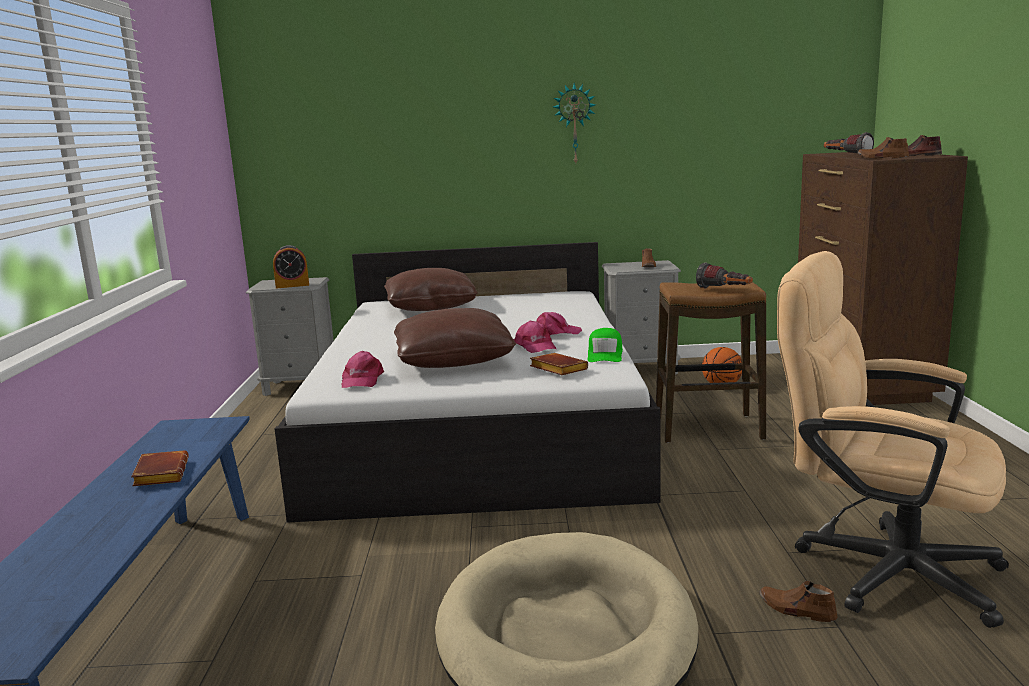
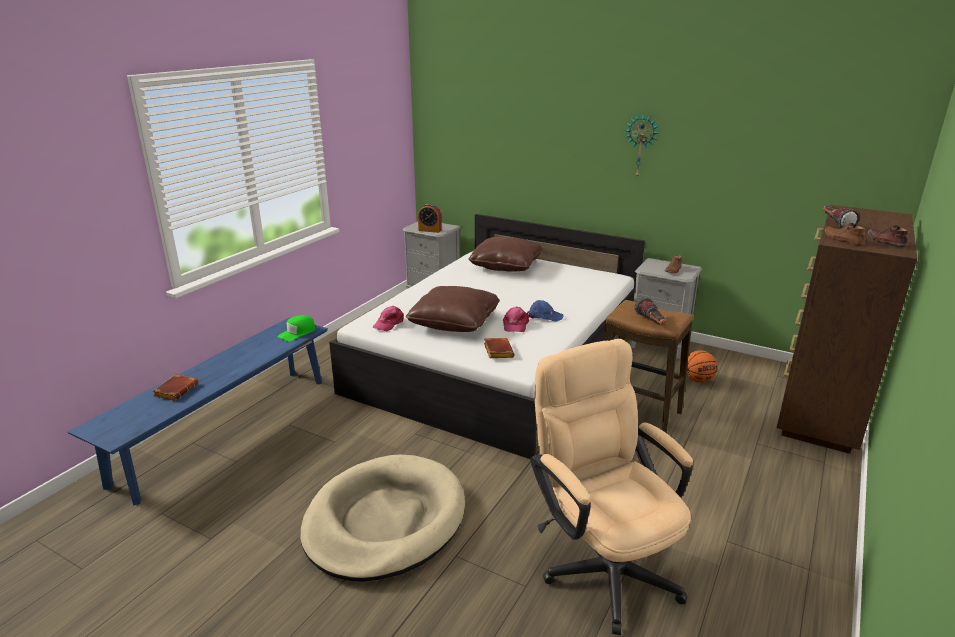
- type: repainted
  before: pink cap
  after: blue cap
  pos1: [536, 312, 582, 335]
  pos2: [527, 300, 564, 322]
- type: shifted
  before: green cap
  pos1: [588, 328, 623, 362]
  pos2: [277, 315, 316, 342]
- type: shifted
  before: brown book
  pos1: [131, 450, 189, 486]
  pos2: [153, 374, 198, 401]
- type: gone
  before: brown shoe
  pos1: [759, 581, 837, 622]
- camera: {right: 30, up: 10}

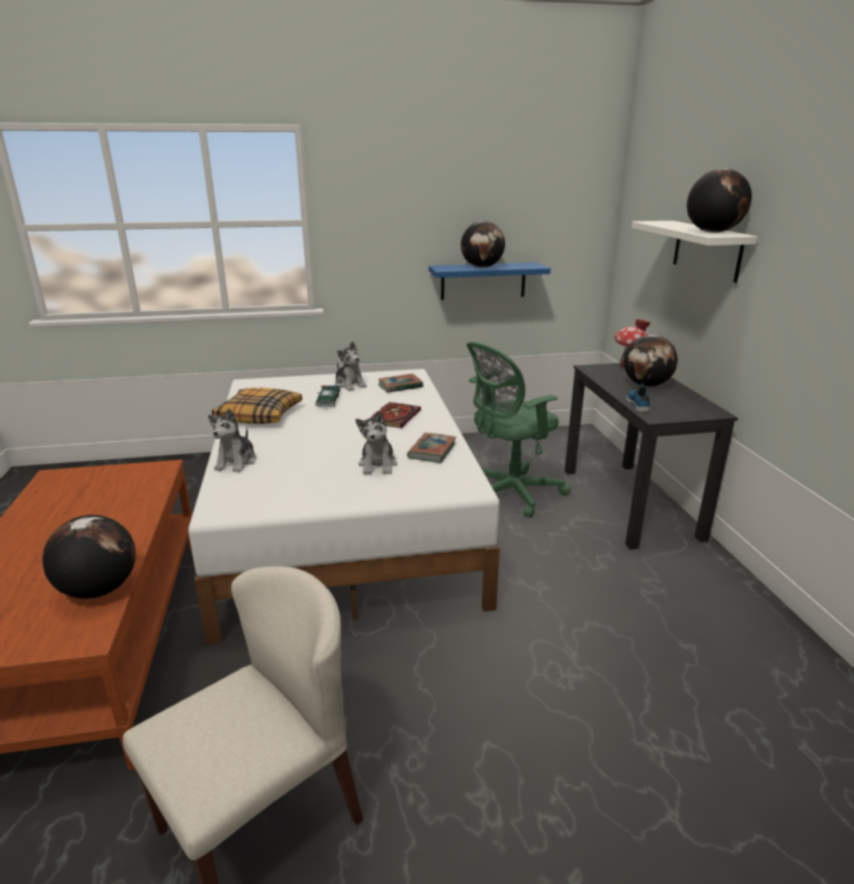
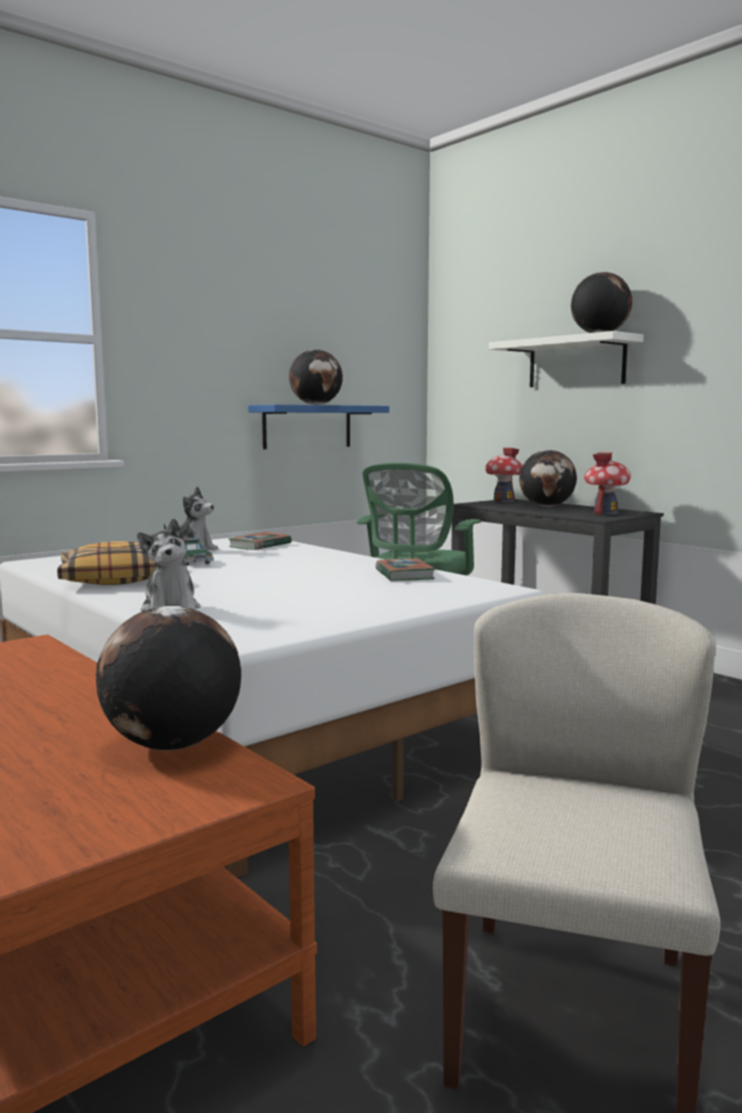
- type: gone
  before: shoe
  pos1: [626, 383, 650, 412]
- type: gone
  before: book
  pos1: [371, 402, 421, 428]
- type: gone
  before: plush toy
  pos1: [356, 411, 397, 475]
- type: new
  after: toy house
  pos2: [584, 452, 631, 515]
- camera: {right: -30, up: -15}

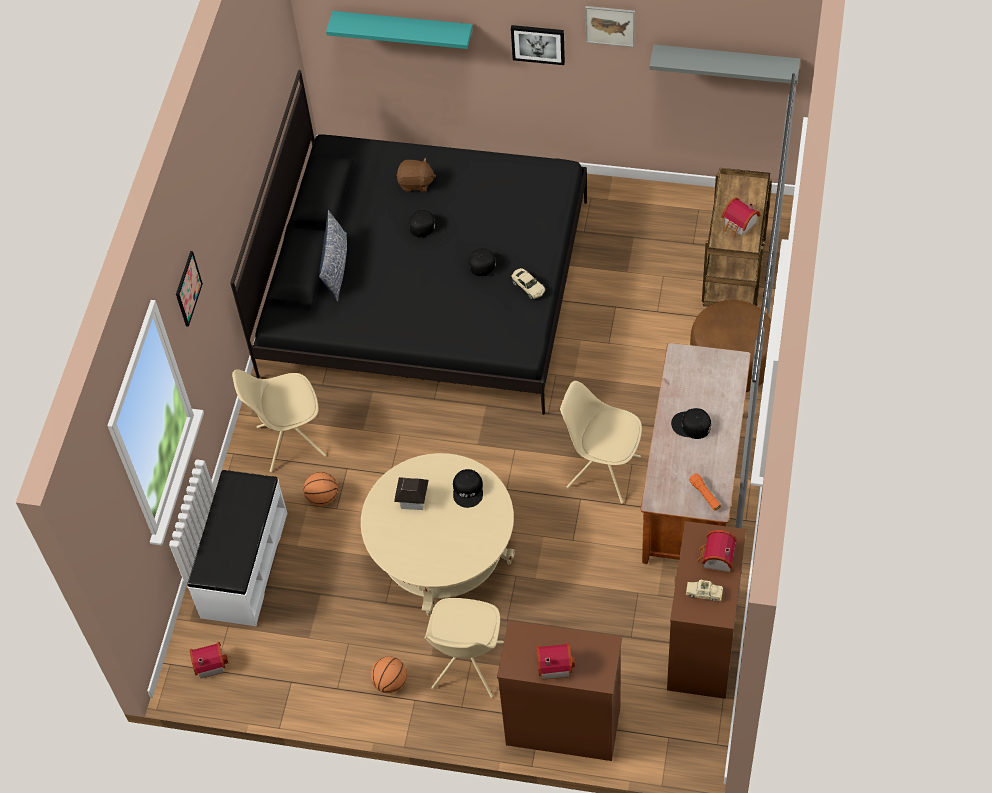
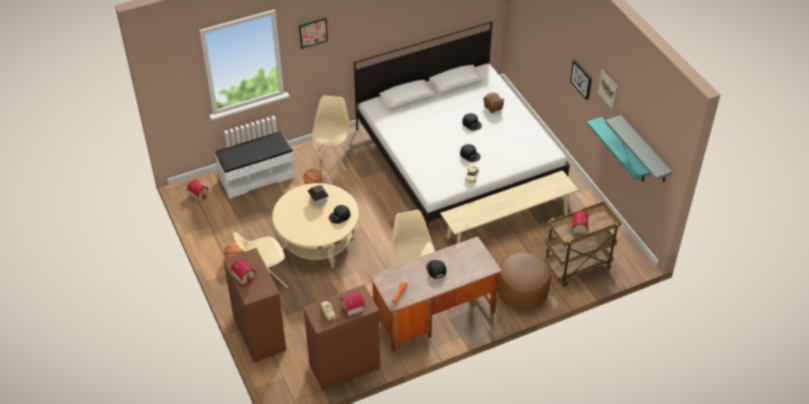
- type: shifted
  before: turquoise shelf
  pos1: [326, 11, 473, 49]
  pos2: [587, 117, 650, 182]
- type: repainted
  before: black bed
  after: white bed
  pos1: [230, 70, 587, 415]
  pos2: [354, 21, 570, 228]
- type: gone
  before: pillow
  pos1: [319, 210, 347, 302]
- type: rotated
  before: beige chair
  pos1: [232, 369, 326, 472]
  pos2: [312, 96, 350, 170]
  turn: 60
- type: new
  after: beige bench
  pos2: [440, 170, 578, 243]
- camera: {right: 50, up: -10}

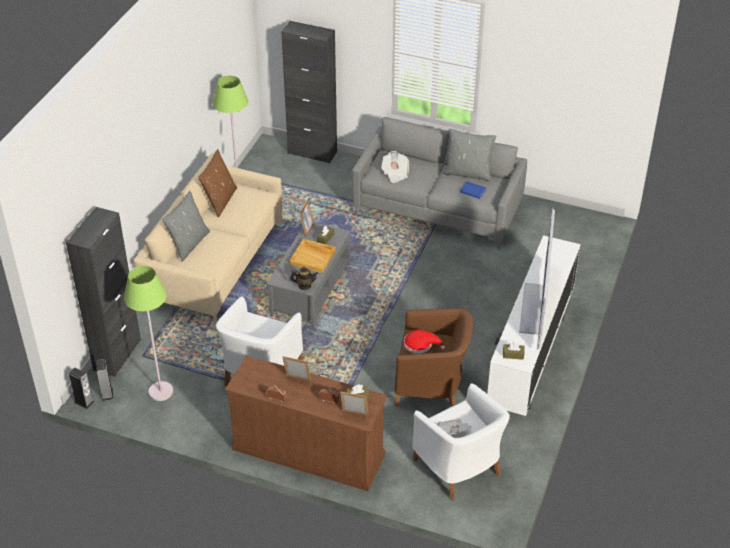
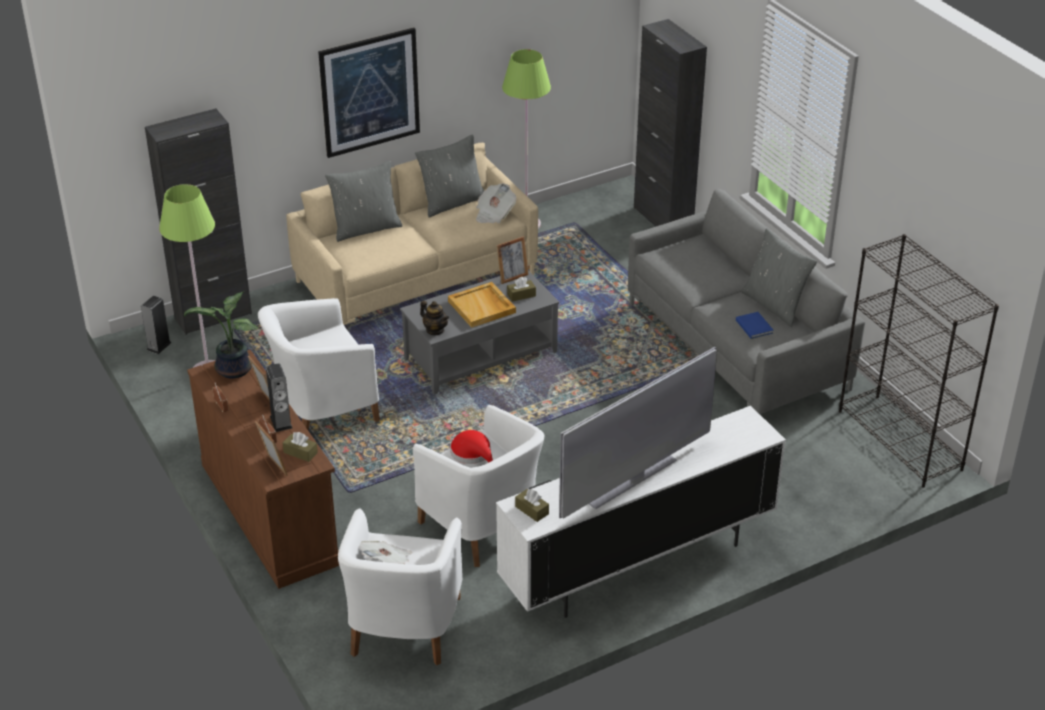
- type: repainted
  before: brown pillow
  after: grey pillow
  pos1: [198, 149, 237, 217]
  pos2: [415, 134, 484, 217]
- type: shifted
  before: newspaper
  pos1: [381, 151, 409, 183]
  pos2: [476, 183, 516, 223]
- type: repainted
  before: brown armchair
  after: white armchair
  pos1: [394, 308, 473, 407]
  pos2: [413, 405, 544, 567]
- type: shifted
  before: speaker
  pos1: [69, 368, 94, 409]
  pos2: [266, 364, 292, 432]
- type: new
  after: picture
  pos2: [318, 27, 420, 158]
- type: new
  after: black bookcase
  pos2: [839, 234, 999, 488]
- type: new
  after: potted plant
  pos2: [184, 291, 258, 379]
- camera: {right: 40, up: -5}

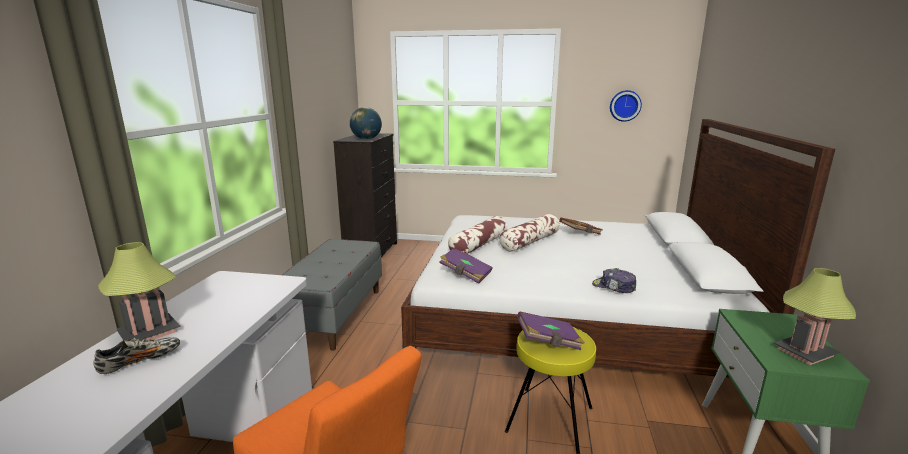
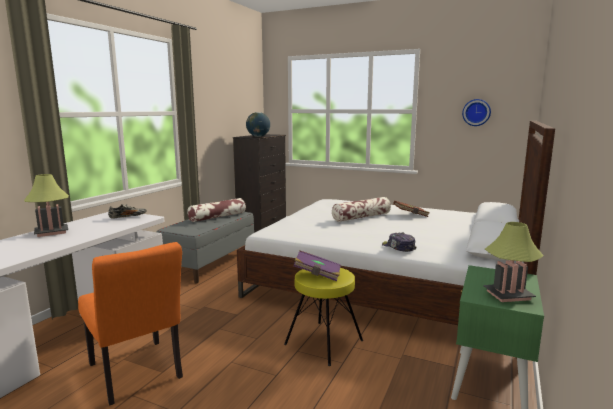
- type: shifted
  before: pillow
  pos1: [448, 216, 507, 254]
  pos2: [187, 198, 246, 222]
- type: gone
  before: purple book
  pos1: [439, 248, 493, 284]
- type: shifted
  before: shoe
  pos1: [93, 337, 180, 374]
  pos2: [108, 204, 147, 219]
- camera: {right: 15, up: -5}

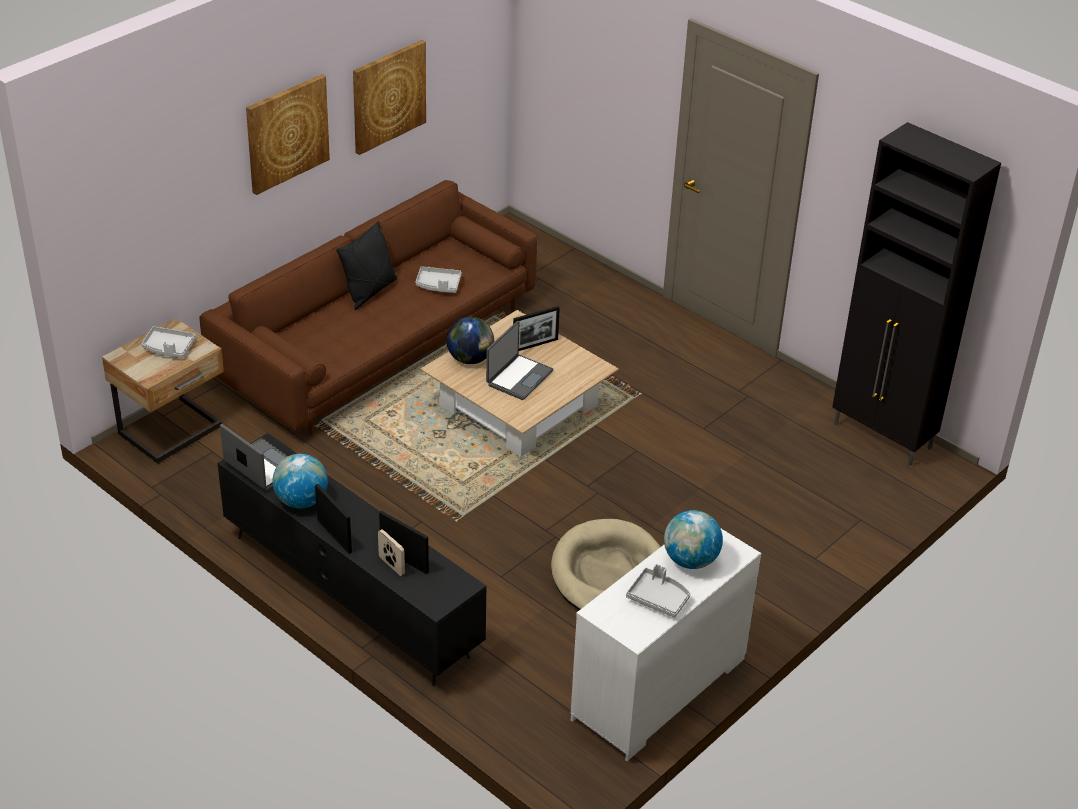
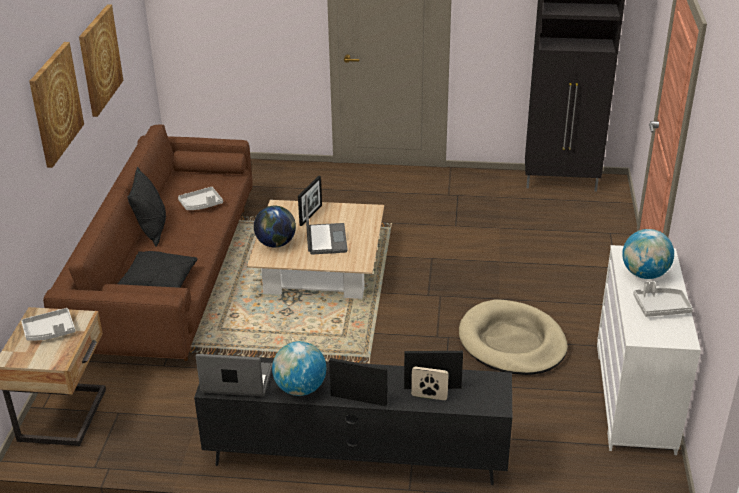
- type: new
  after: black pillow
  pos2: [117, 251, 197, 288]
- camera: {right: -35, up: -5}

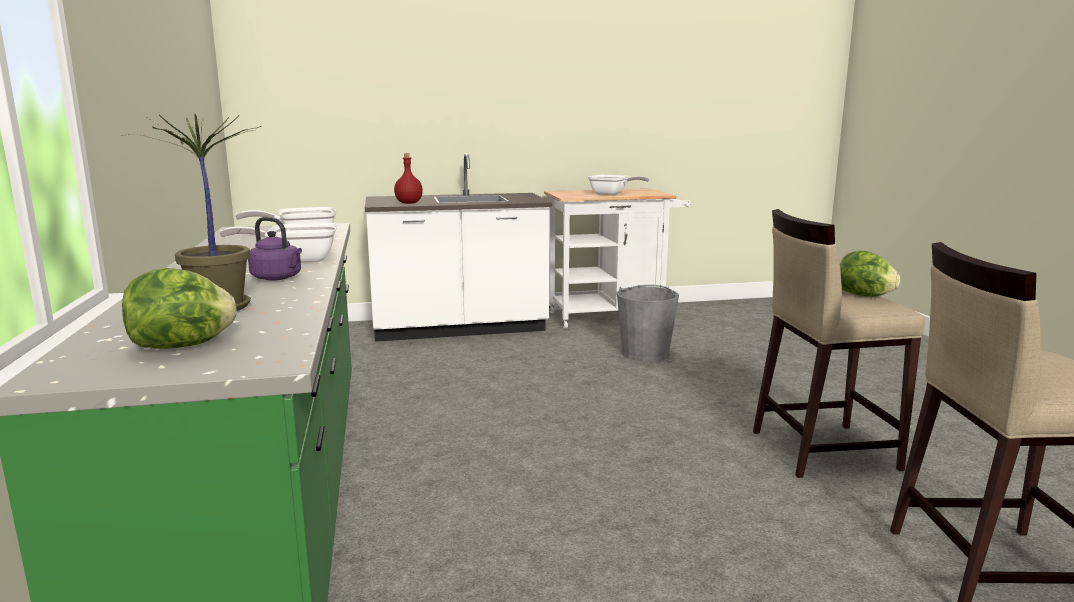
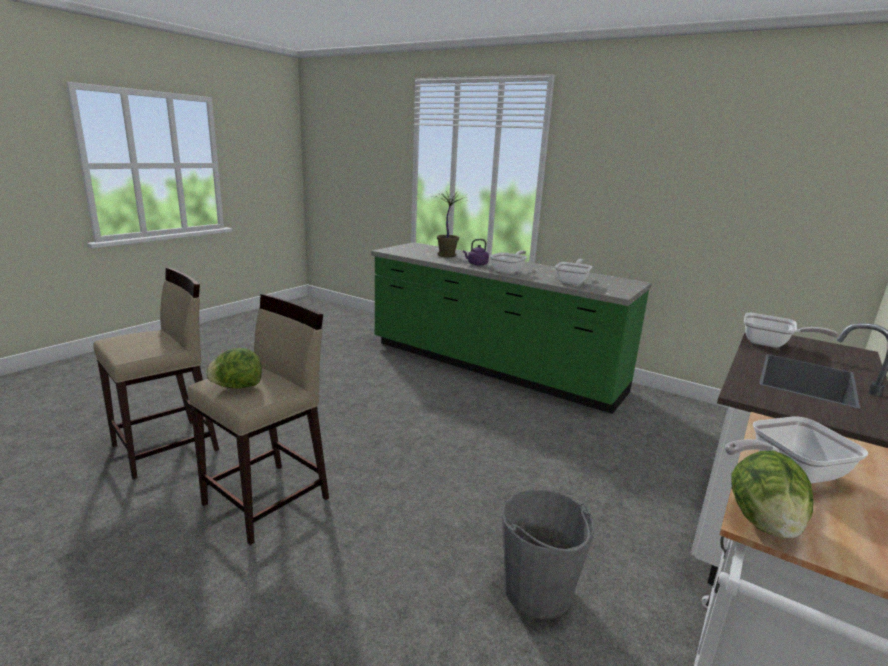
- type: swapped
  before: red bottle
  after: frying pan
  pos1: [394, 153, 423, 204]
  pos2: [744, 313, 838, 348]
- type: shifted
  before: lettuce
  pos1: [122, 268, 237, 349]
  pos2: [731, 450, 813, 539]
- camera: {right: 135, up: 5}

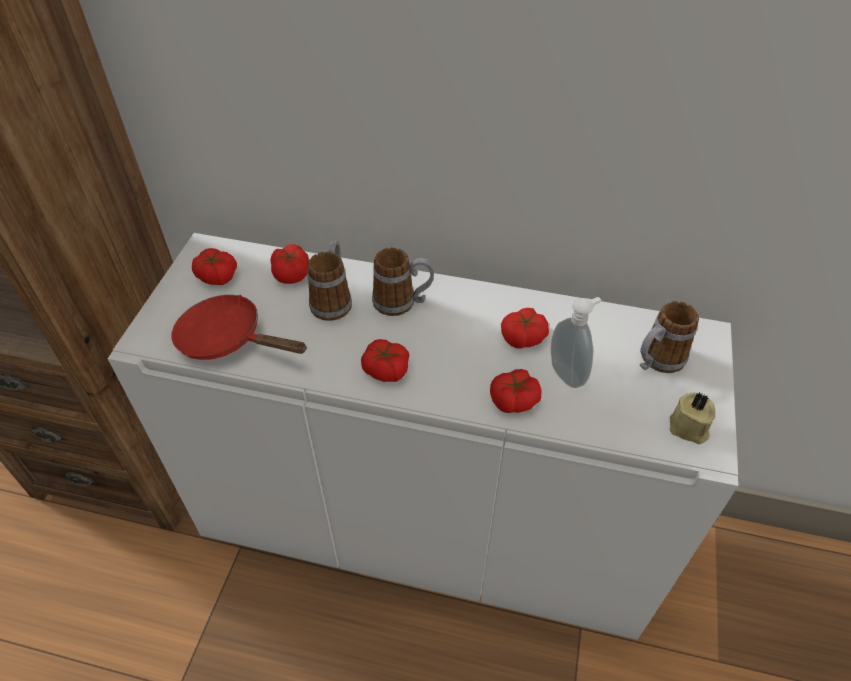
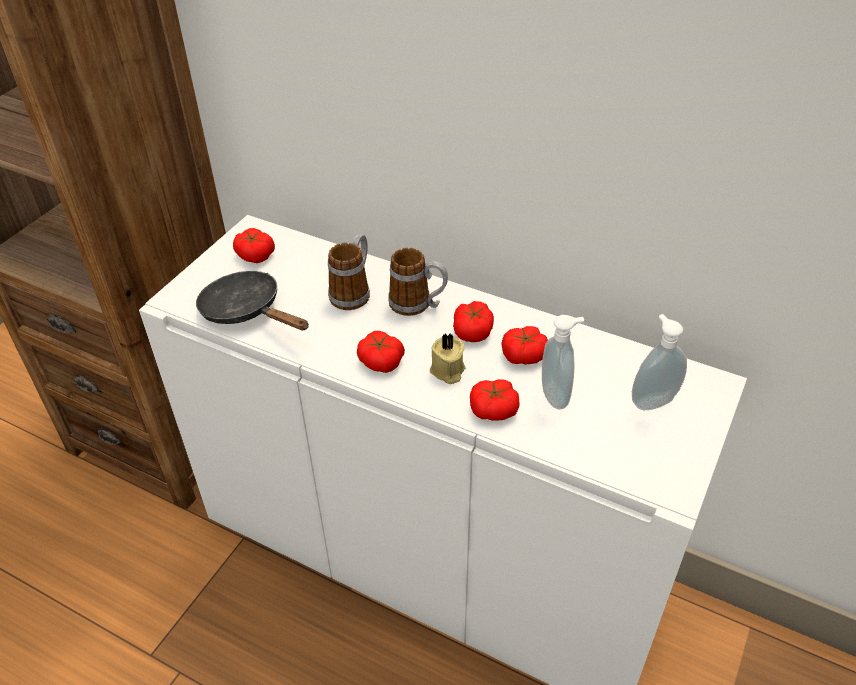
- type: shifted
  before: tomato
  pos1: [271, 244, 309, 284]
  pos2: [453, 301, 494, 342]
- type: repainted
  before: red frying pan
  after: black frying pan
  pos1: [171, 295, 307, 360]
  pos2: [196, 271, 309, 330]
- type: swapped
  before: mug
  after: soap dispenser
  pos1: [640, 301, 699, 373]
  pos2: [632, 314, 687, 410]
- type: shifted
  before: beige candle
  pos1: [669, 392, 715, 444]
  pos2: [430, 333, 466, 384]
- camera: {right: 15, up: -5}

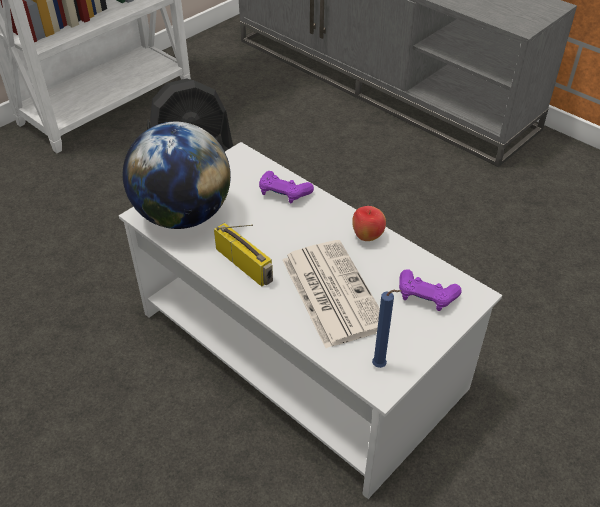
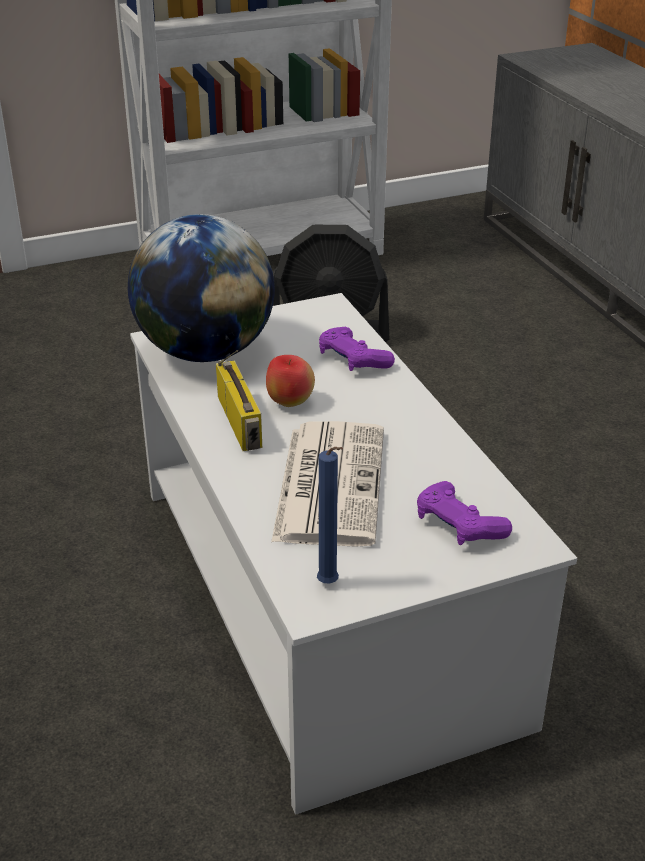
- type: shifted
  before: apple
  pos1: [352, 206, 386, 241]
  pos2: [266, 355, 315, 407]
- camera: {right: 25, up: -10}

